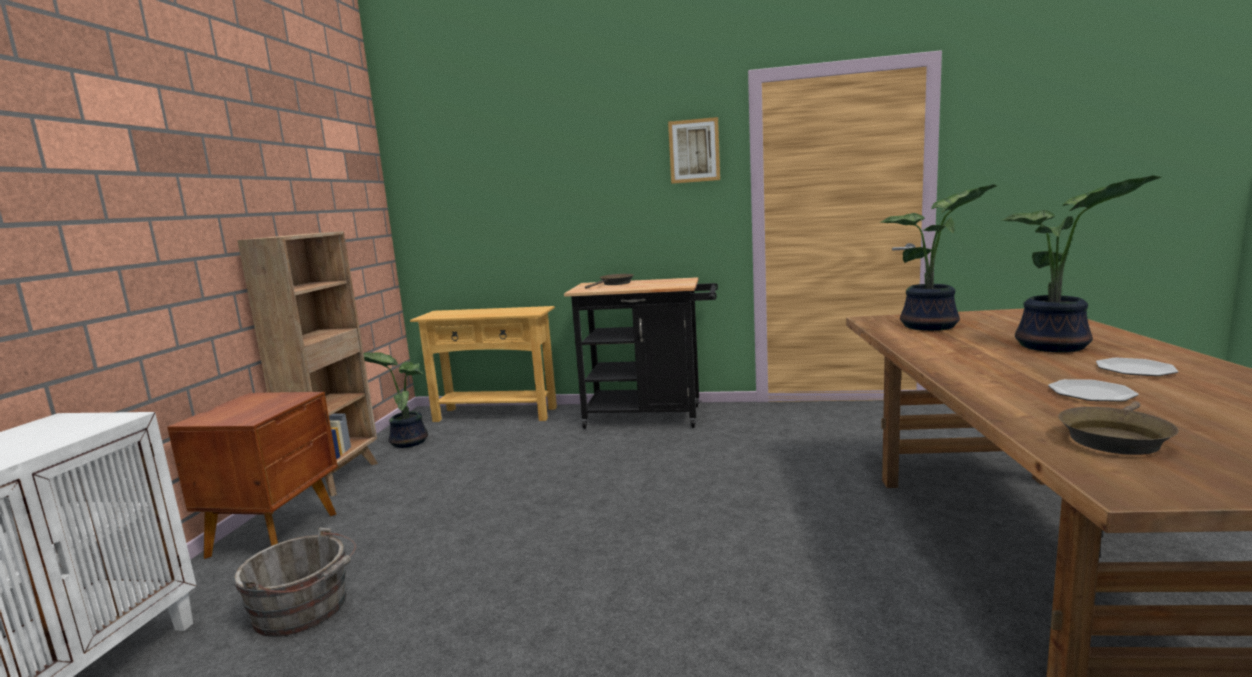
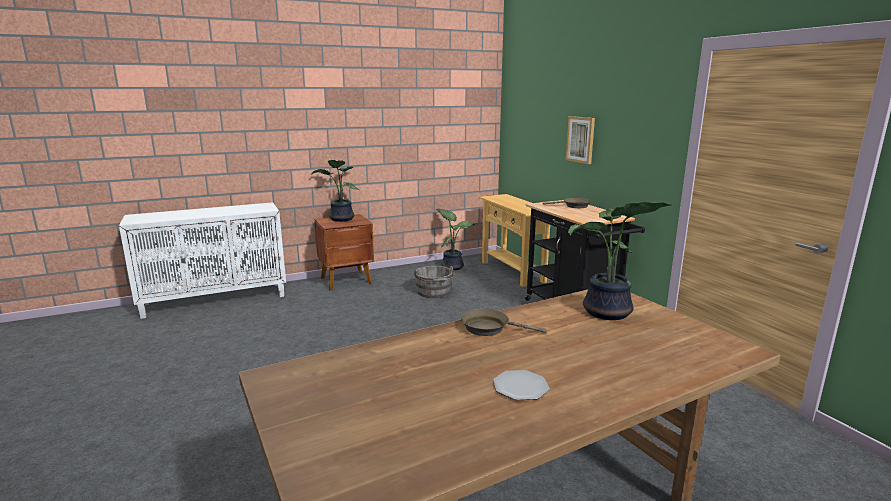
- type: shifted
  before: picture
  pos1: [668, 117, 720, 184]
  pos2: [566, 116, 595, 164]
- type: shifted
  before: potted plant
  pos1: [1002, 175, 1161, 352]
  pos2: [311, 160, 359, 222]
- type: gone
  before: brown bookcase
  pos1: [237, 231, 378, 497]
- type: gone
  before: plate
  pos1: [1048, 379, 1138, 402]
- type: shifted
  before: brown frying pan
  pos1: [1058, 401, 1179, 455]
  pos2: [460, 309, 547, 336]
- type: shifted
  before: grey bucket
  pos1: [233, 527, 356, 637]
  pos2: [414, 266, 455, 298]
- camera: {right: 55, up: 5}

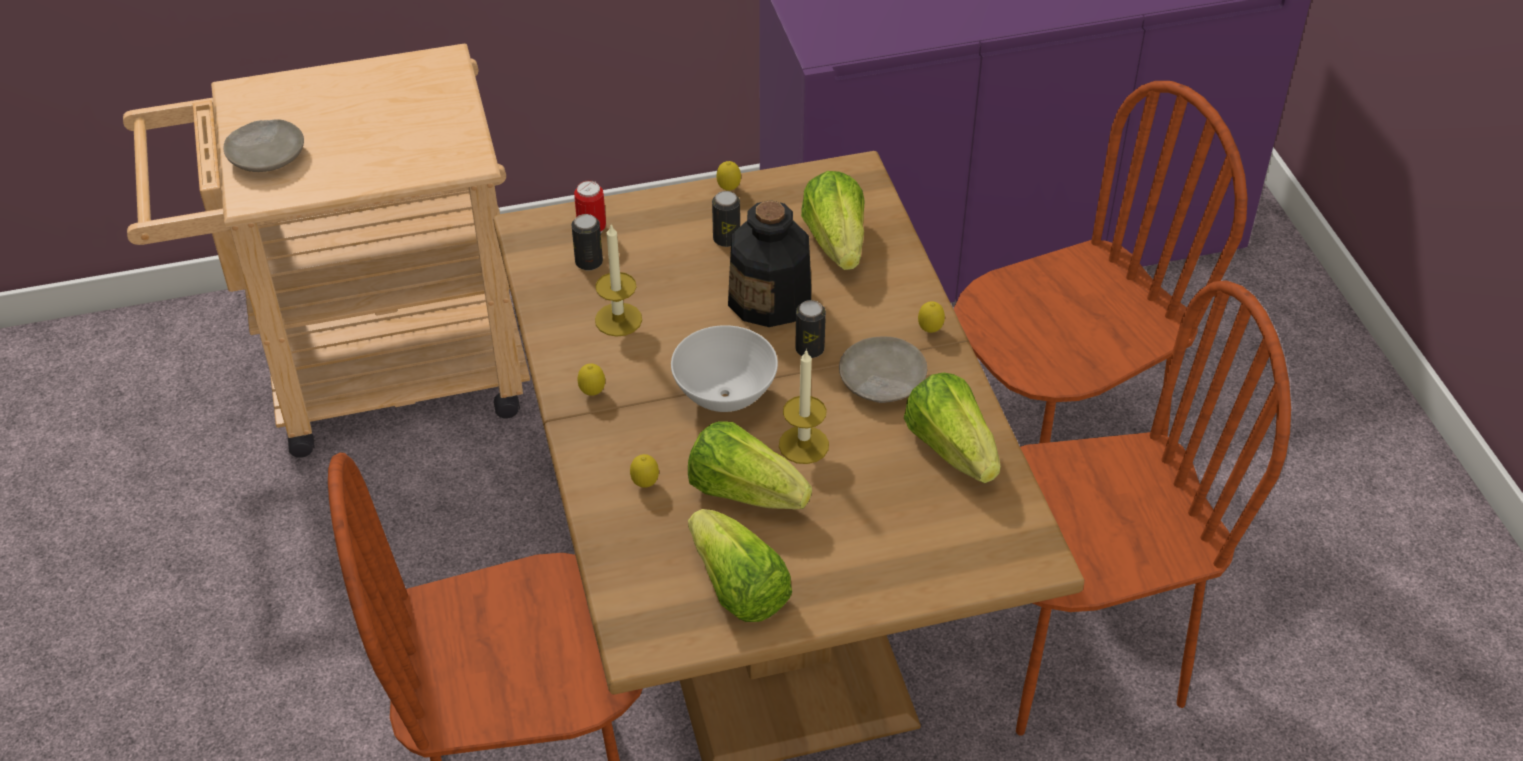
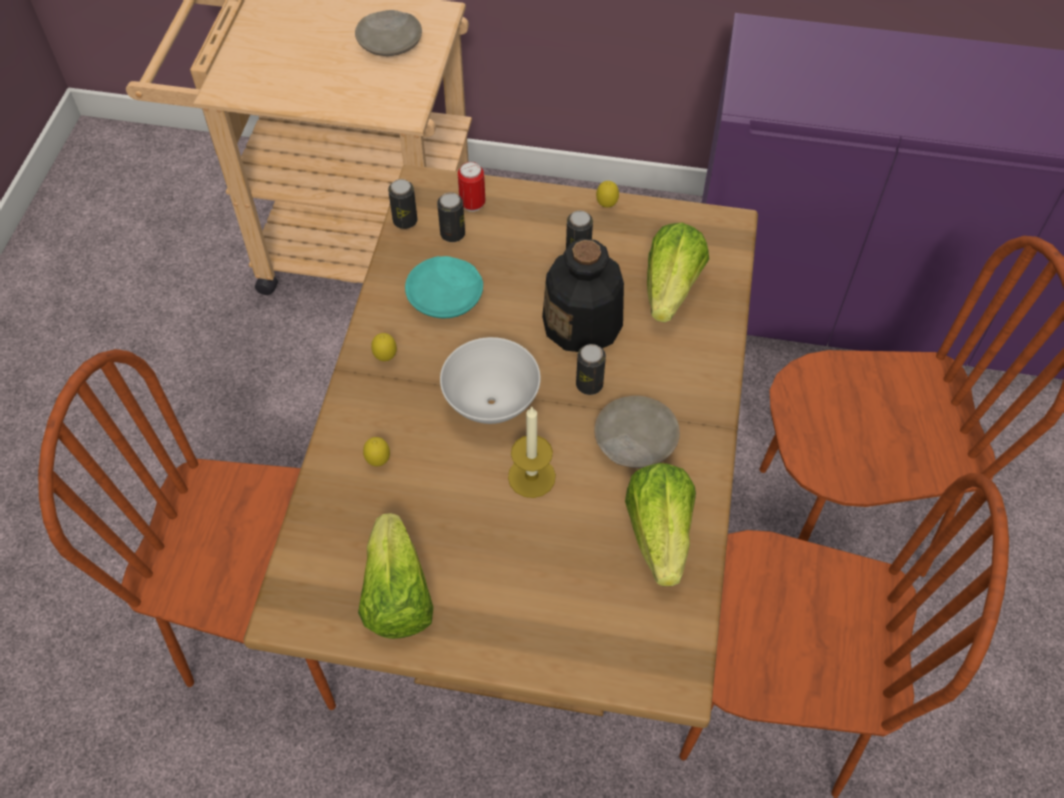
- type: shifted
  before: beige plate
  pos1: [224, 119, 304, 172]
  pos2: [355, 10, 422, 56]
- type: swapped
  before: candle
  after: turquoise plate
  pos1: [595, 223, 642, 337]
  pos2: [405, 256, 483, 318]
- type: gone
  before: lemon
  pos1: [918, 301, 945, 333]
- type: gone
  before: lettuce
  pos1: [688, 421, 812, 509]
- type: new
  after: can
  pos2: [388, 179, 417, 229]
- camera: {right: 25, up: 10}

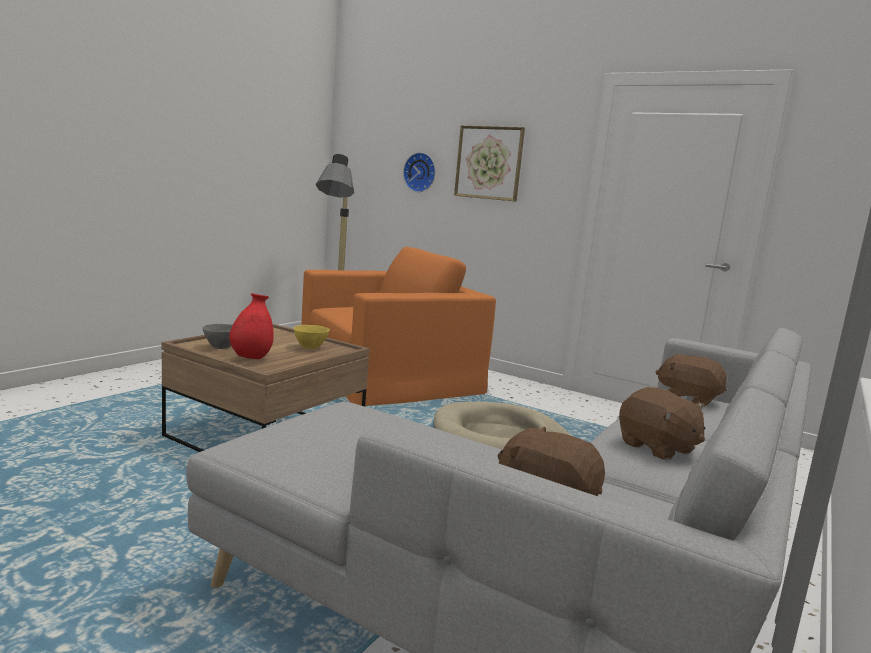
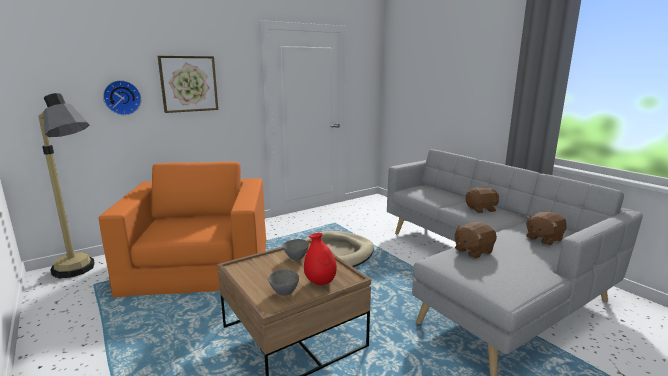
- type: repainted
  before: yellow bowl
  after: grey bowl
  pos1: [293, 325, 330, 349]
  pos2: [283, 239, 309, 261]
- type: shifted
  before: brown plush toy
  pos1: [656, 354, 727, 406]
  pos2: [455, 222, 497, 258]
- camera: {right: -65, up: 5}

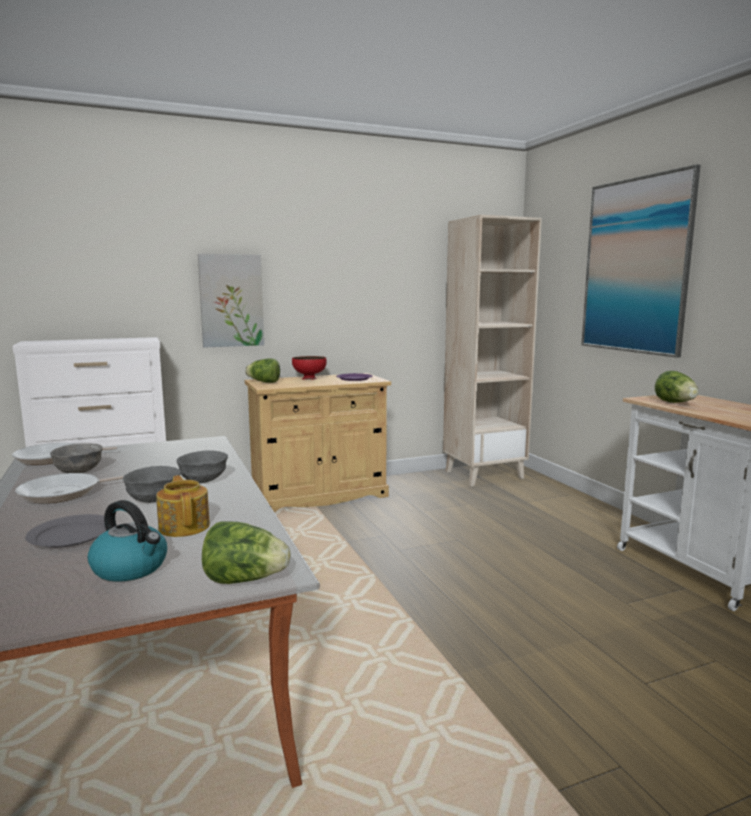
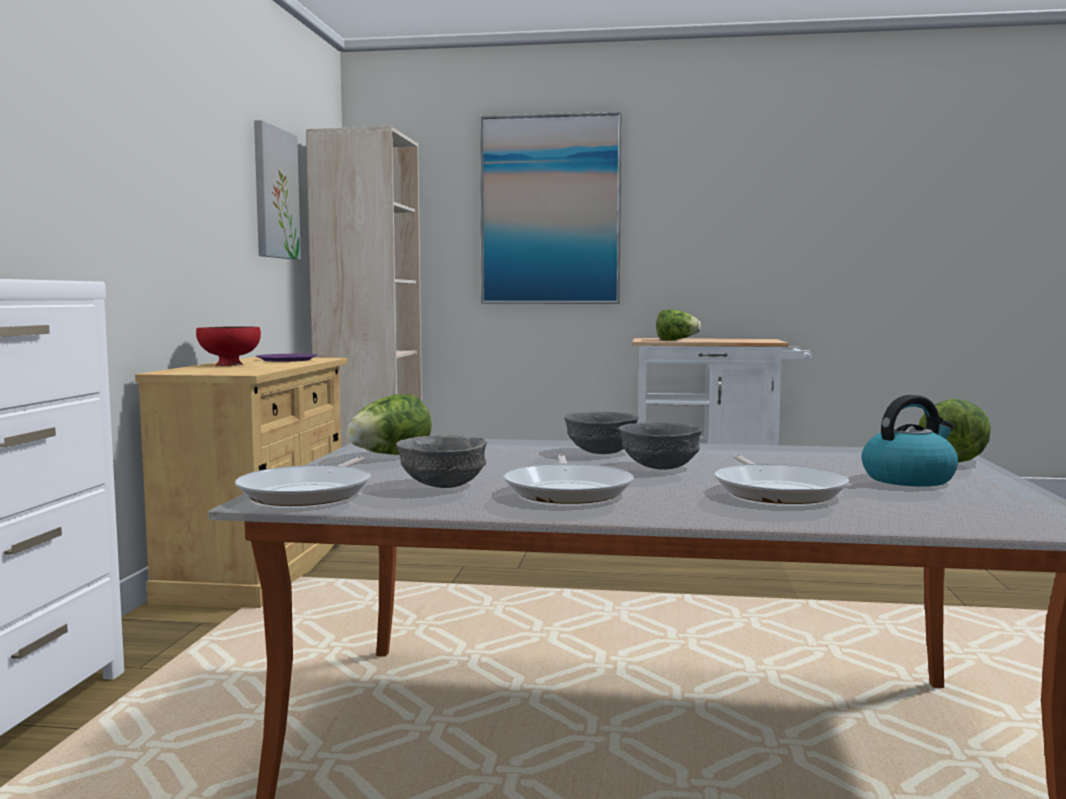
- type: shifted
  before: picture
  pos1: [198, 254, 264, 347]
  pos2: [254, 120, 301, 260]
- type: shifted
  before: lettuce
  pos1: [245, 358, 280, 383]
  pos2: [346, 394, 432, 455]
- type: gone
  before: teapot
  pos1: [156, 475, 210, 537]
- type: swapped
  before: grey plate
  after: frying pan
  pos1: [25, 514, 106, 548]
  pos2: [714, 455, 849, 504]
- camera: {right: -60, up: -5}

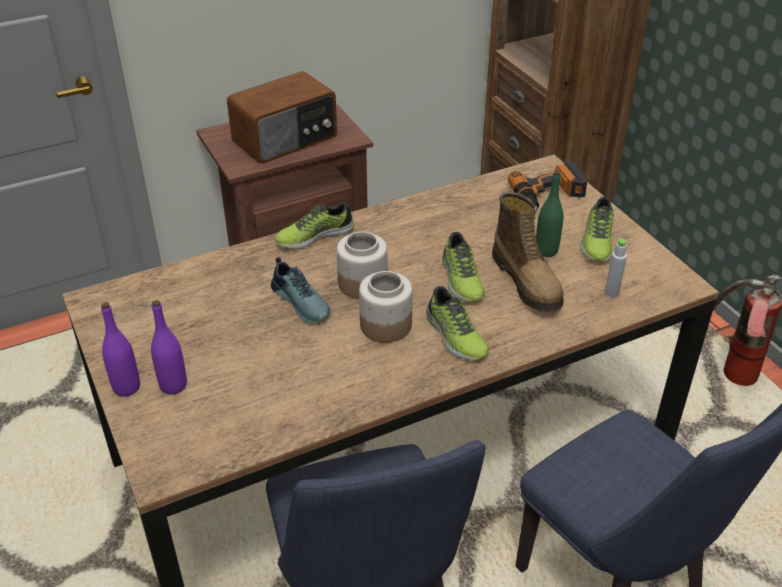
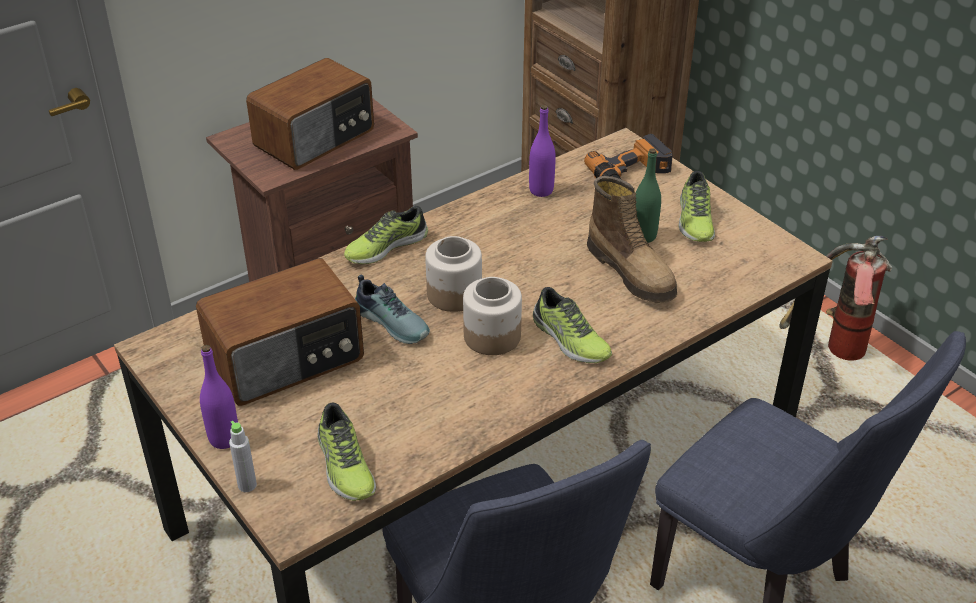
- type: shifted
  before: shoe
  pos1: [442, 232, 485, 302]
  pos2: [318, 403, 376, 501]
- type: shifted
  before: grey bottle
  pos1: [605, 238, 627, 298]
  pos2: [229, 421, 257, 492]
- type: shifted
  before: purple bottle
  pos1: [151, 300, 187, 394]
  pos2: [529, 105, 556, 197]
- type: new
  after: radio
  pos2: [196, 258, 364, 406]
- camera: {right: -10, up: 0}

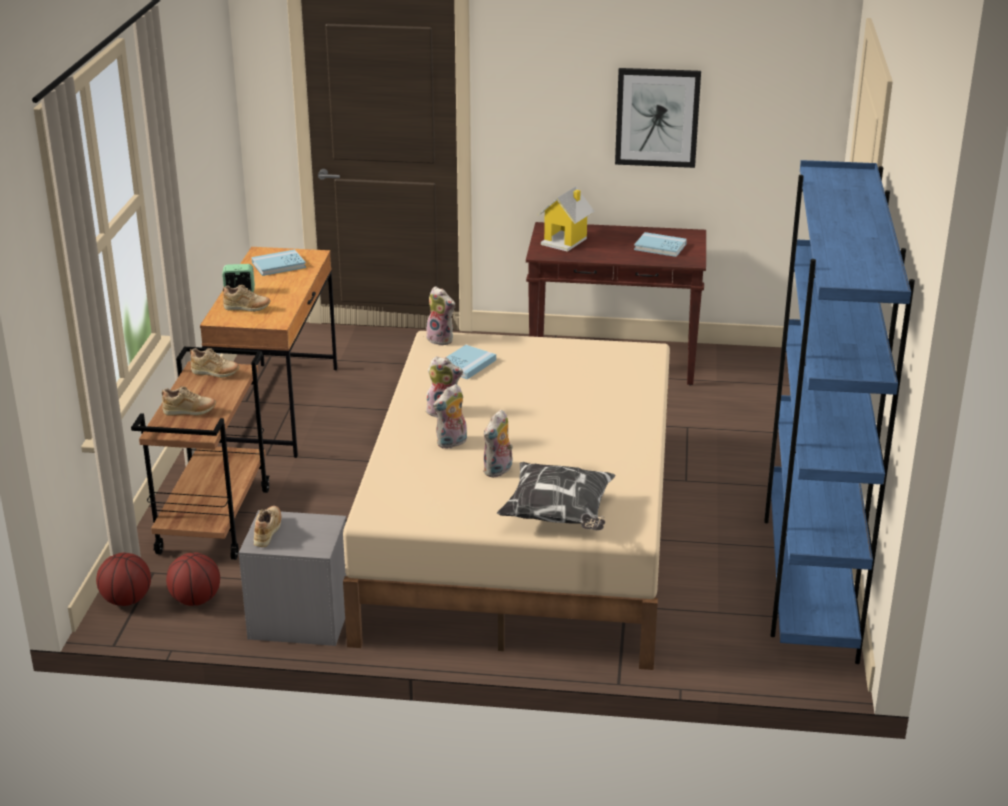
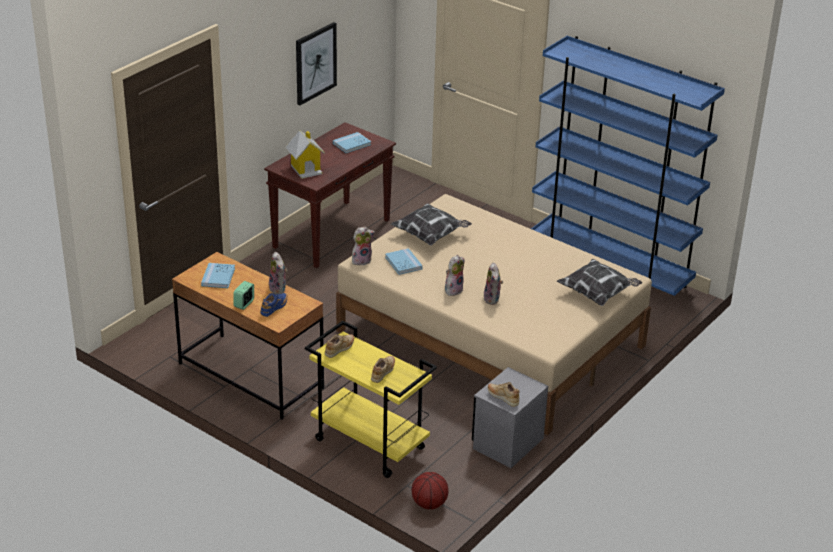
- type: repainted
  before: beige shoe
  after: blue shoe
  pos1: [223, 285, 271, 312]
  pos2: [261, 293, 288, 317]
- type: repainted
  before: brown cart
  after: yellow cart
  pos1: [131, 347, 270, 560]
  pos2: [305, 321, 437, 478]
- type: shifted
  before: plush toy
  pos1: [483, 410, 513, 478]
  pos2: [269, 252, 288, 294]
- type: gone
  before: basketball
  pos1: [166, 552, 220, 606]
- type: new
  after: pillow
  pos2: [391, 203, 472, 246]
- camera: {right: -60, up: 5}

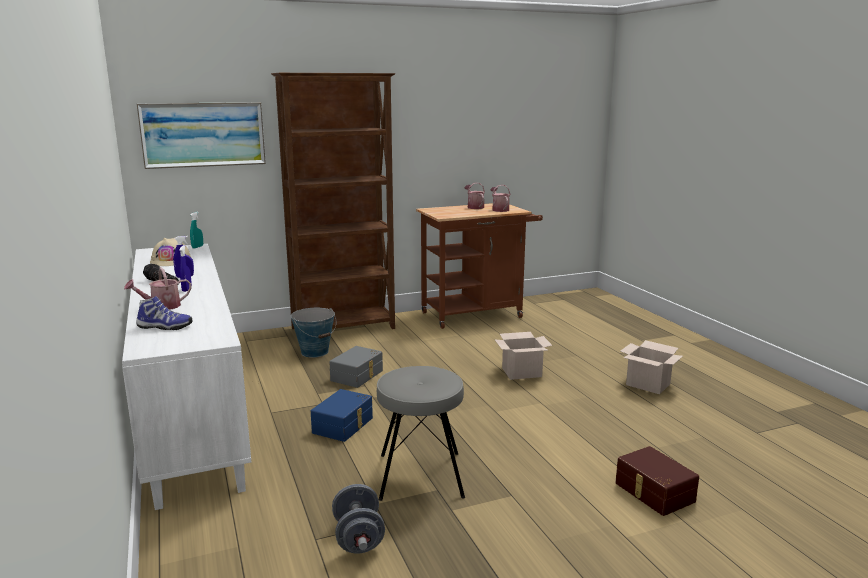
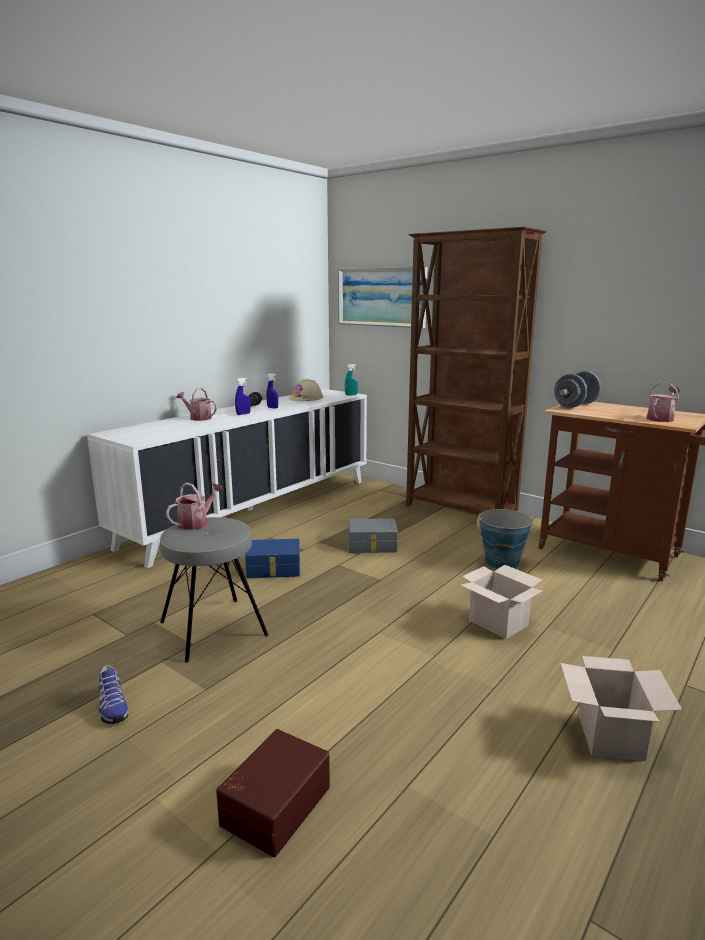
- type: shifted
  before: watering can
  pos1: [464, 183, 485, 209]
  pos2: [166, 483, 224, 530]
- type: shifted
  before: shoe
  pos1: [136, 296, 192, 330]
  pos2: [99, 665, 128, 724]
- type: shifted
  before: bucket
  pos1: [291, 308, 336, 358]
  pos2: [477, 509, 534, 569]
- type: shifted
  before: grey dumbbell
  pos1: [332, 484, 385, 554]
  pos2: [554, 371, 601, 408]
- camera: {right: 60, up: 0}

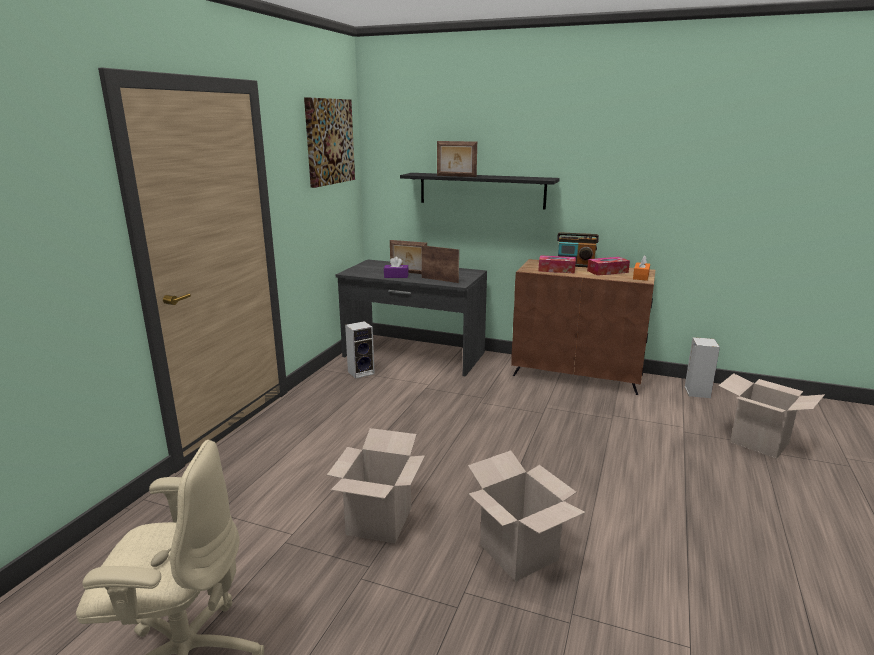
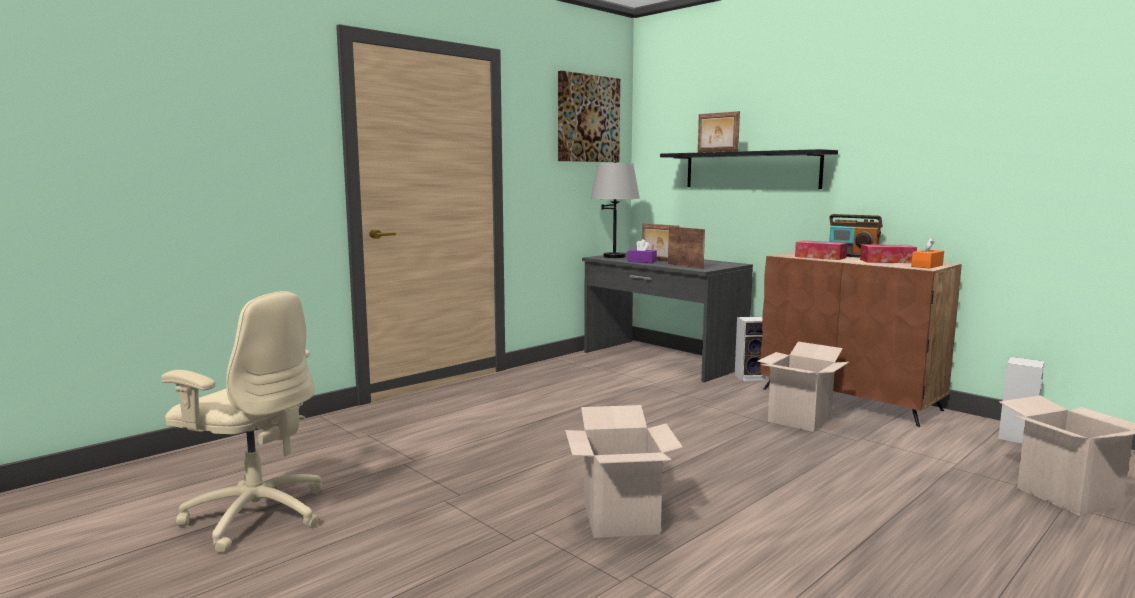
- type: shifted
  before: speaker
  pos1: [345, 321, 375, 379]
  pos2: [735, 317, 767, 382]
- type: shifted
  before: cardboard box
  pos1: [327, 428, 425, 543]
  pos2: [757, 342, 849, 432]
- type: new
  after: grey table lamp
  pos2: [591, 162, 640, 258]
- camera: {right: 25, up: -10}

